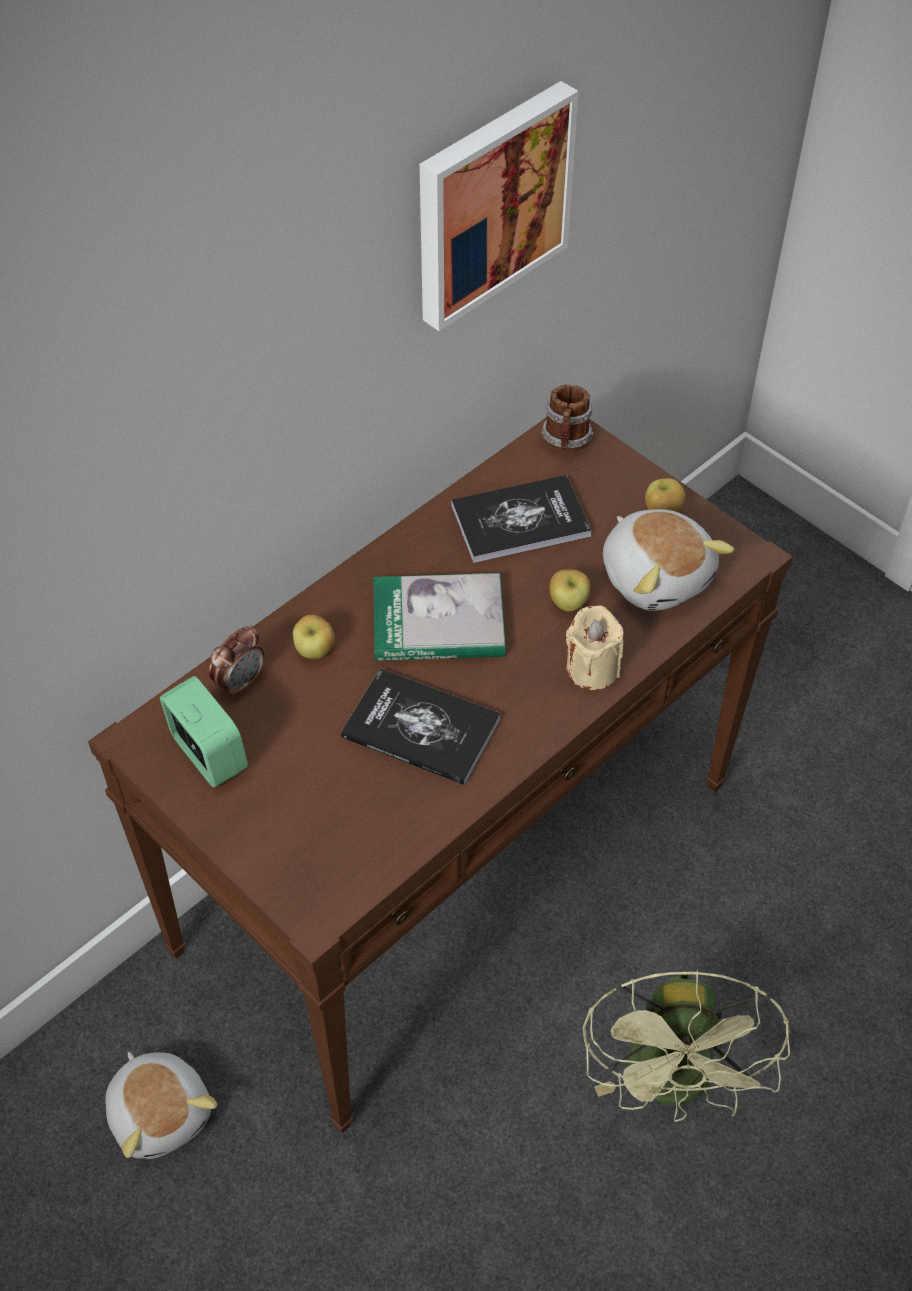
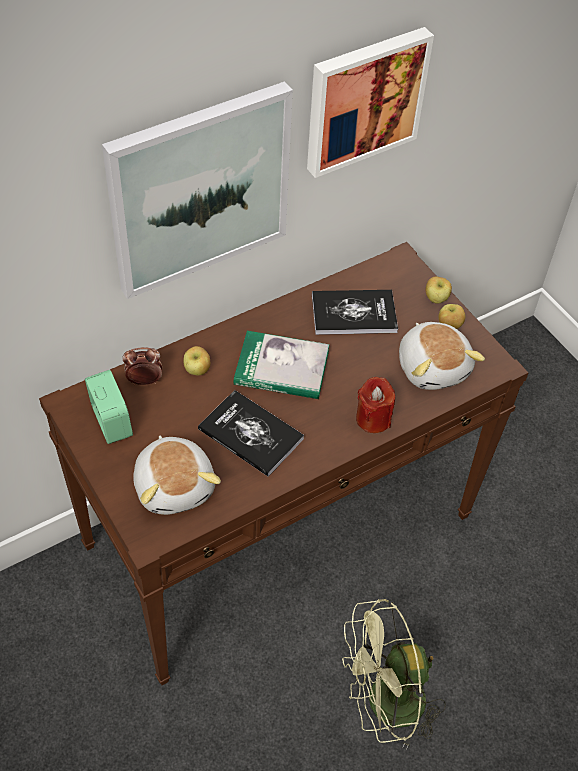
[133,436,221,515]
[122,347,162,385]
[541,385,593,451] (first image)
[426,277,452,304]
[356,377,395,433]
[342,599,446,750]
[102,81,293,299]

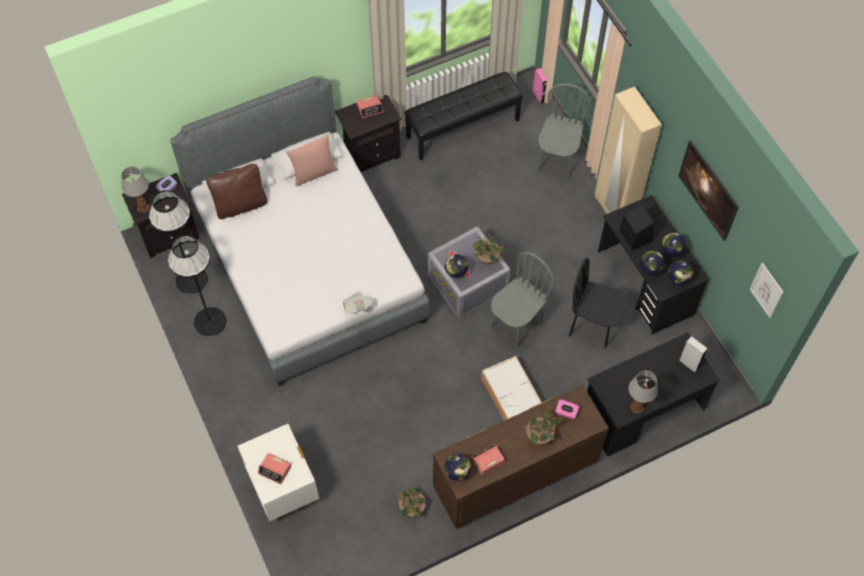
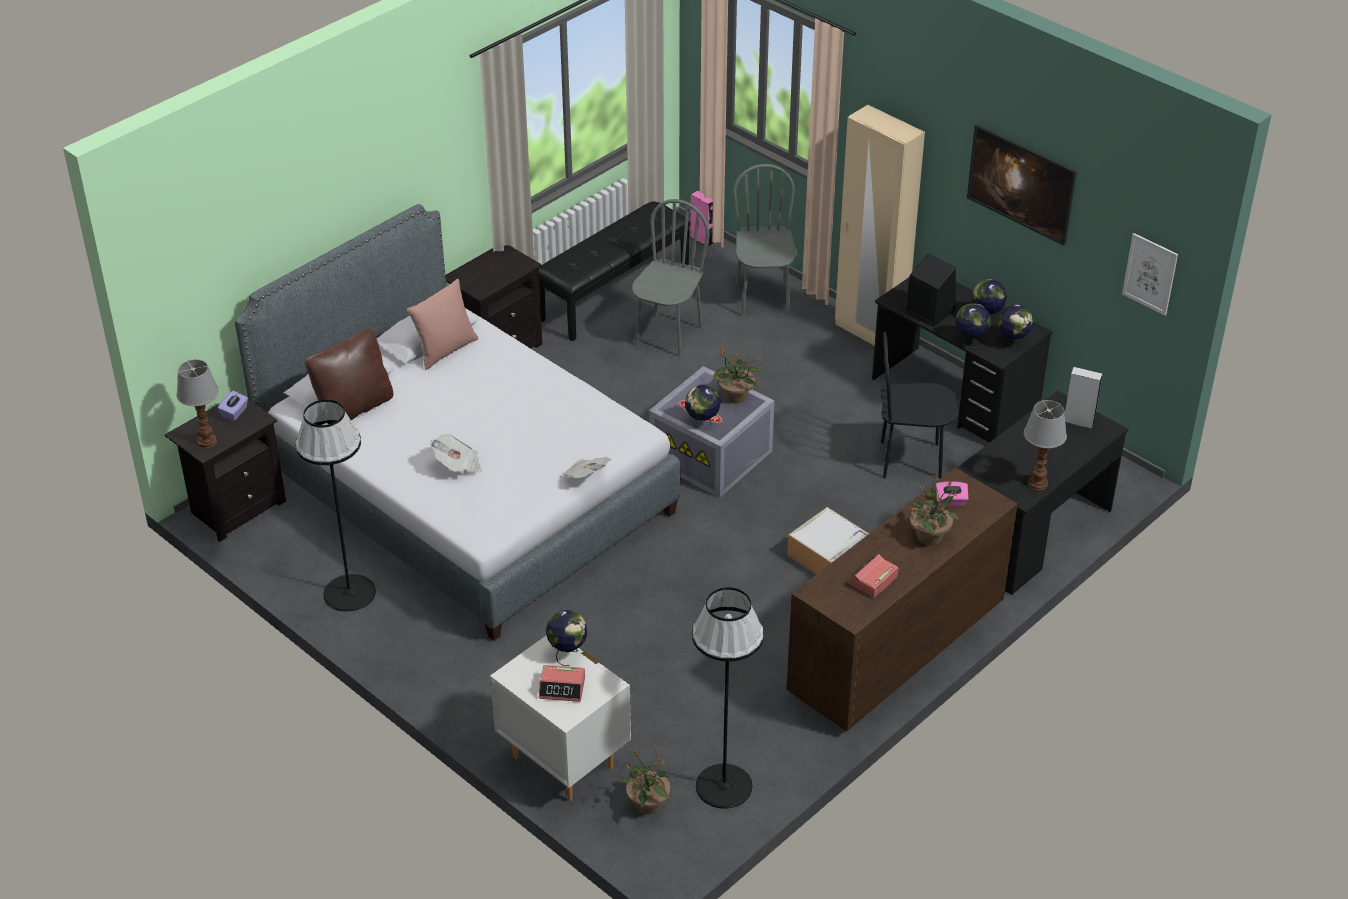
[692,587,764,809]
[356,95,384,119] (first image)
[619,747,670,814]
[546,610,587,666]
[632,199,709,357]
[430,434,482,473]

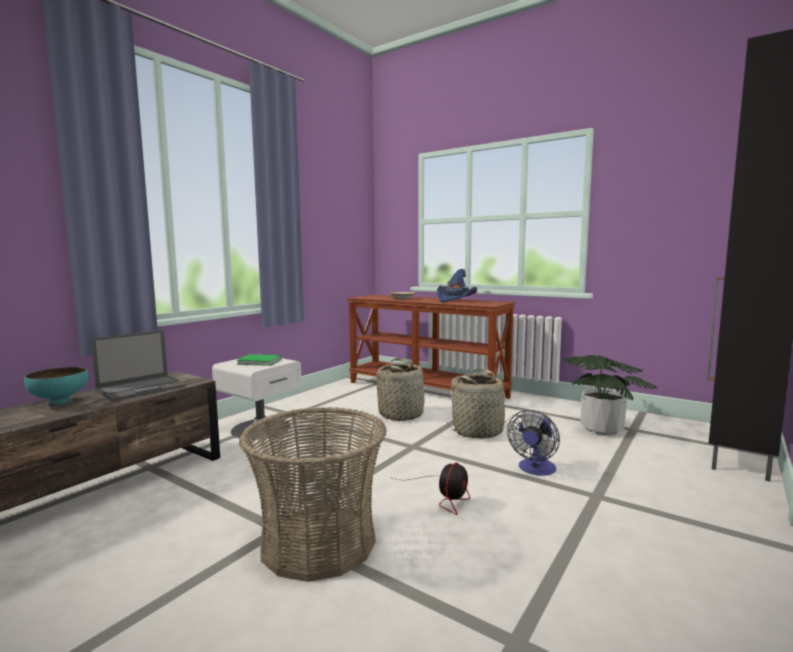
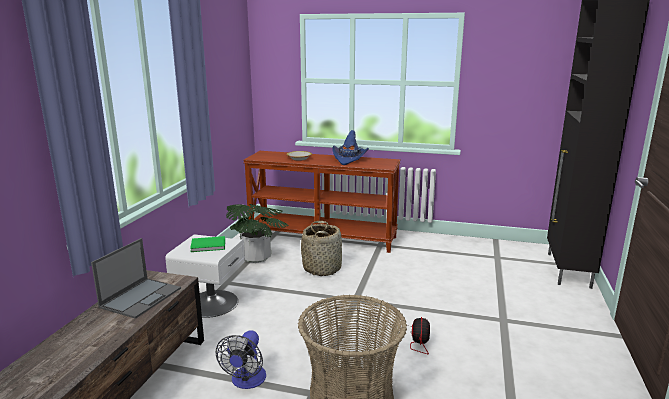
[24,367,89,407] (first image)
[447,368,515,439] (first image)
[216,330,266,389]
[226,204,288,263]

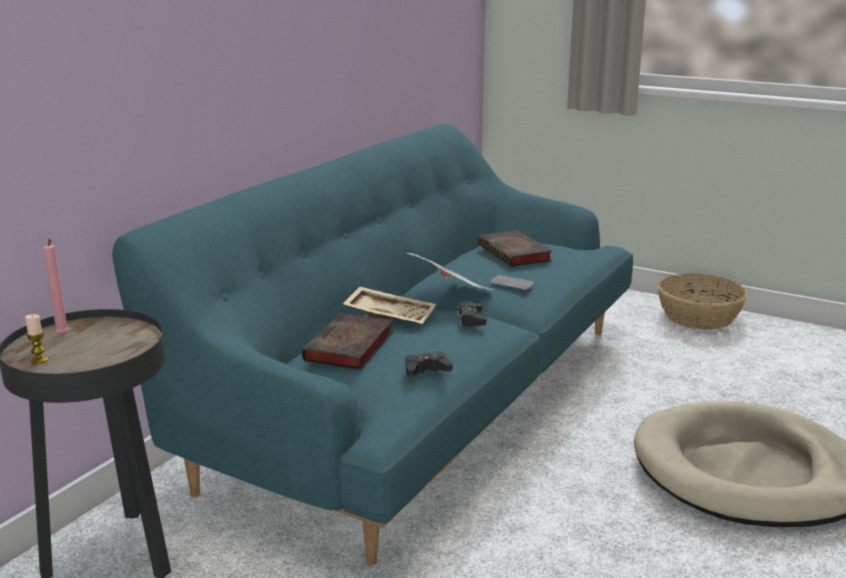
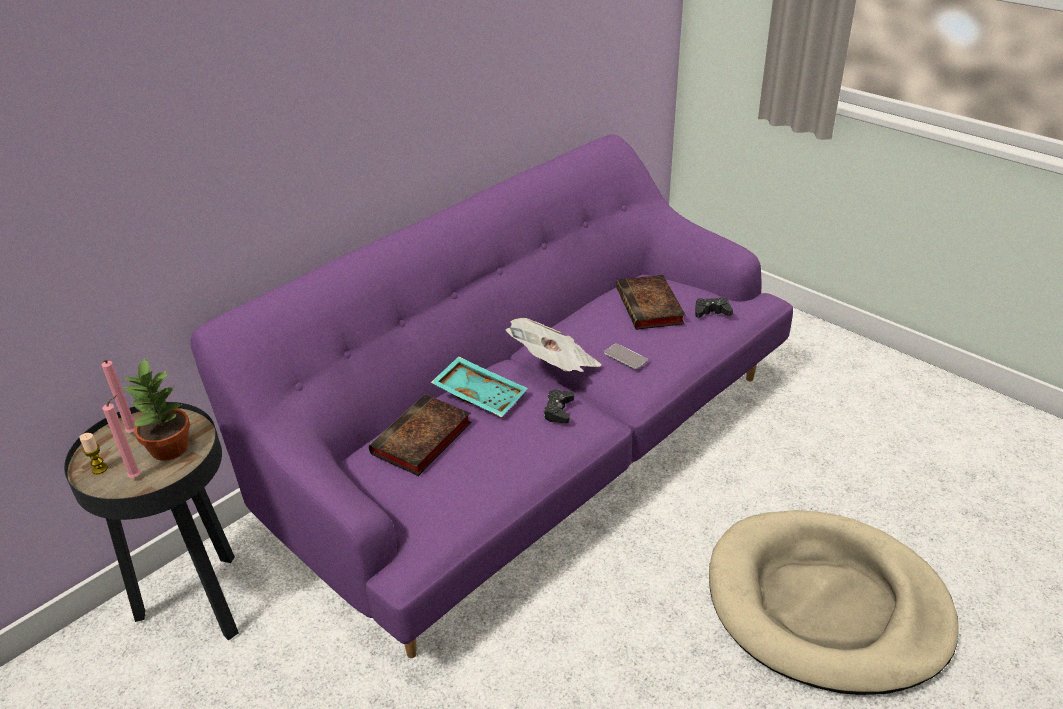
[191,135,793,658]
[431,356,528,417]
[695,297,733,317]
[657,273,748,330] (first image)
[102,395,141,478]
[123,358,190,461]

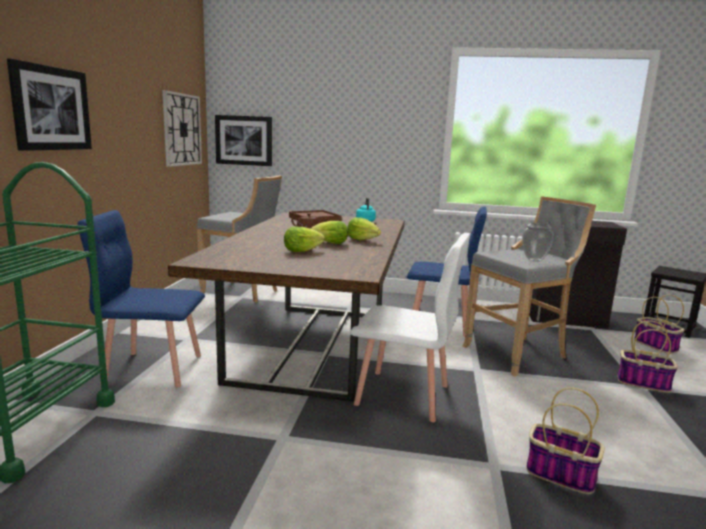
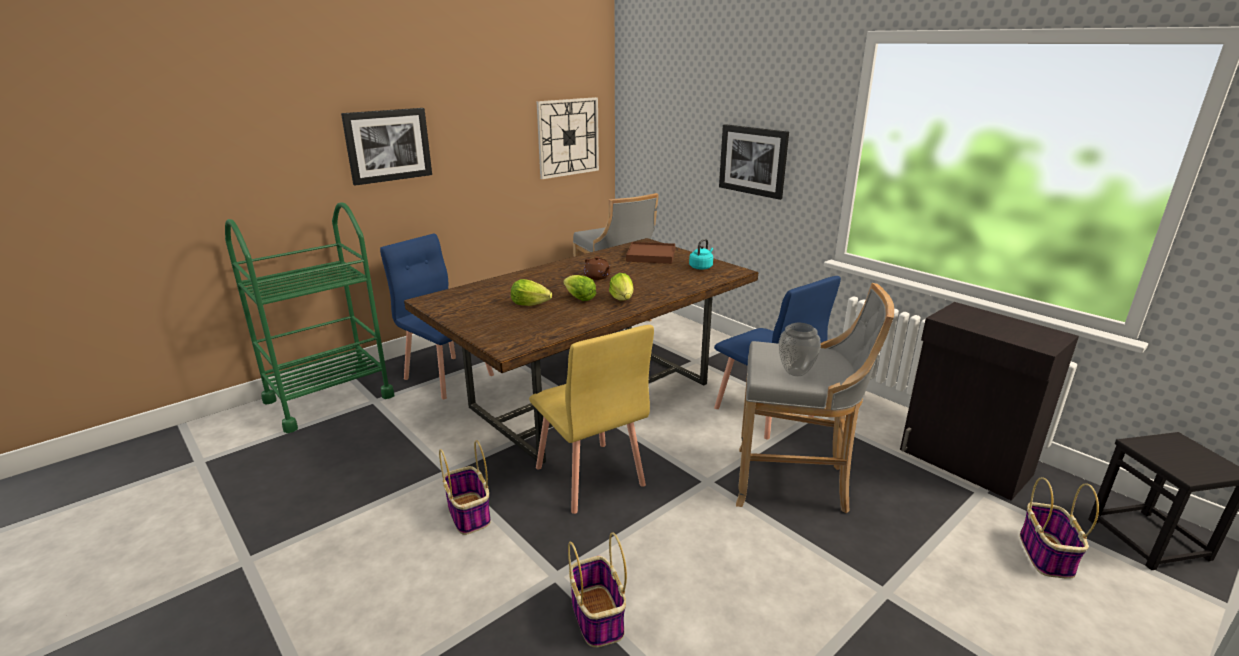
[719,124,789,200]
[529,325,654,514]
[439,440,491,535]

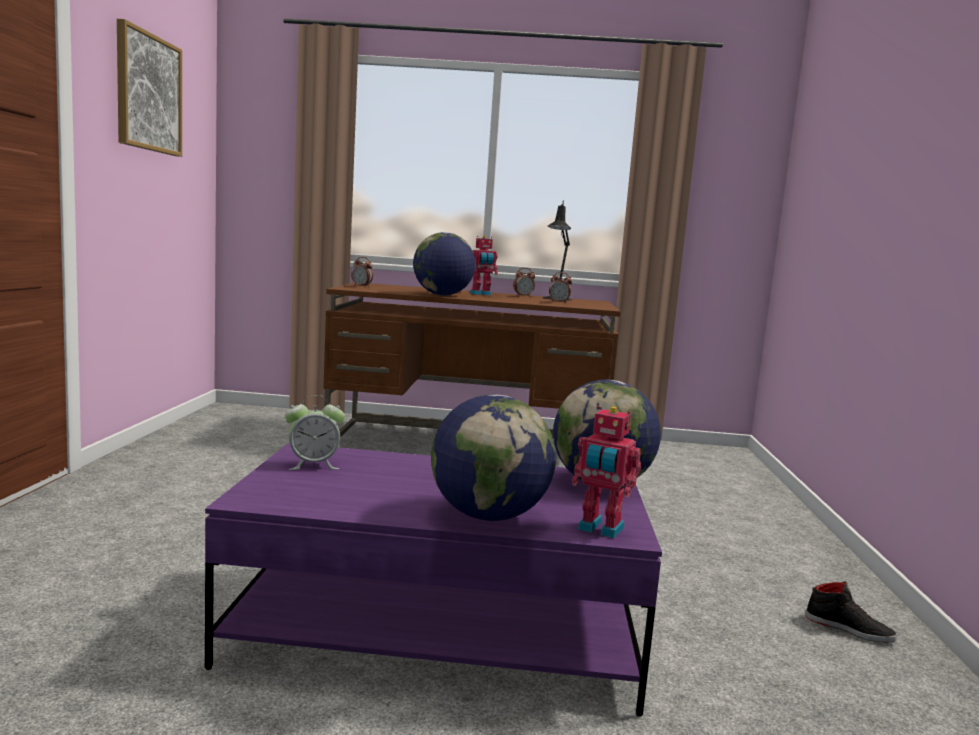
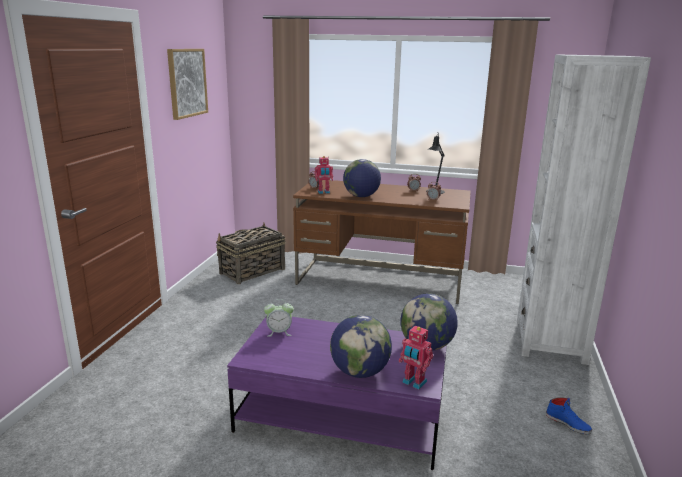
[314,156,333,194]
[546,398,592,434]
[216,223,286,284]
[517,54,651,365]

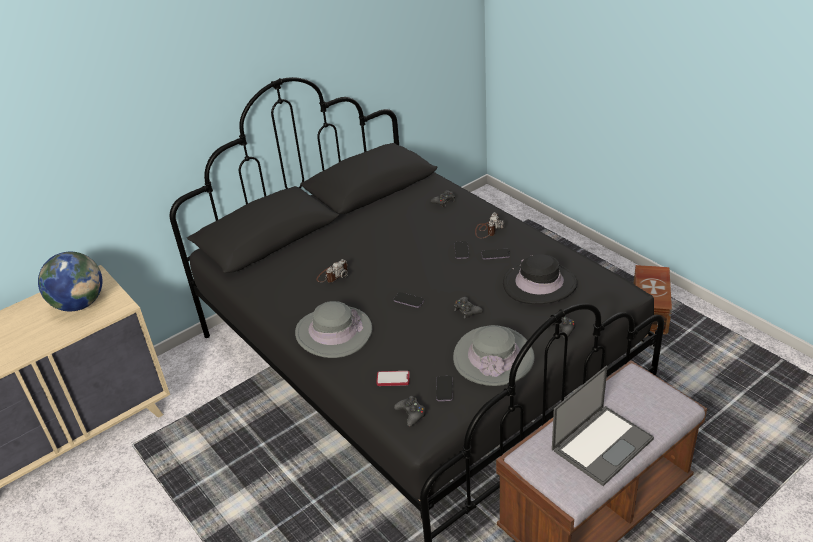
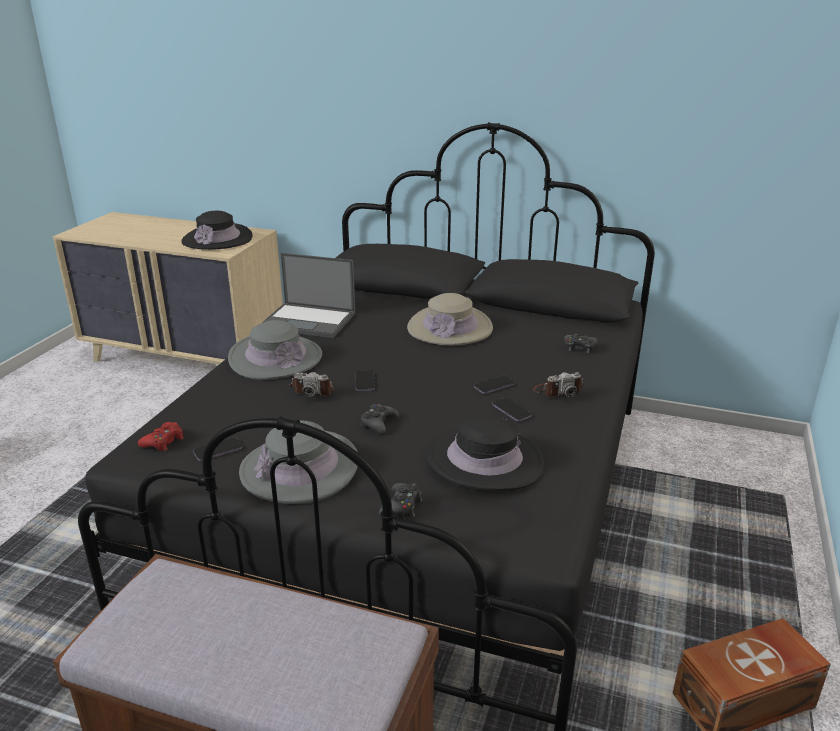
[181,211,253,250]
[290,372,335,397]
[376,371,410,386] (first image)
[138,422,184,451]
[262,253,355,338]
[407,293,493,345]

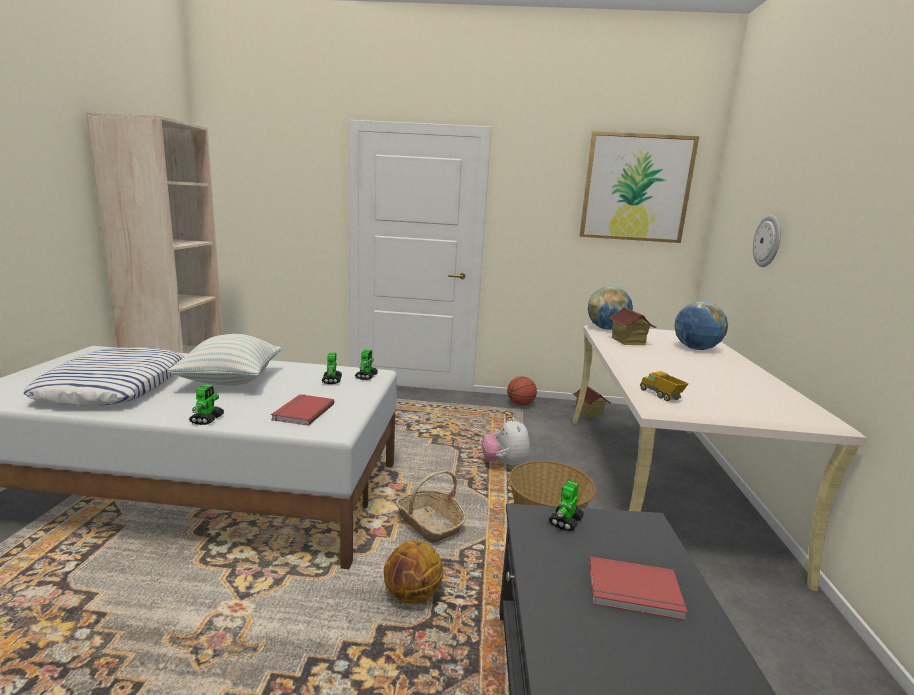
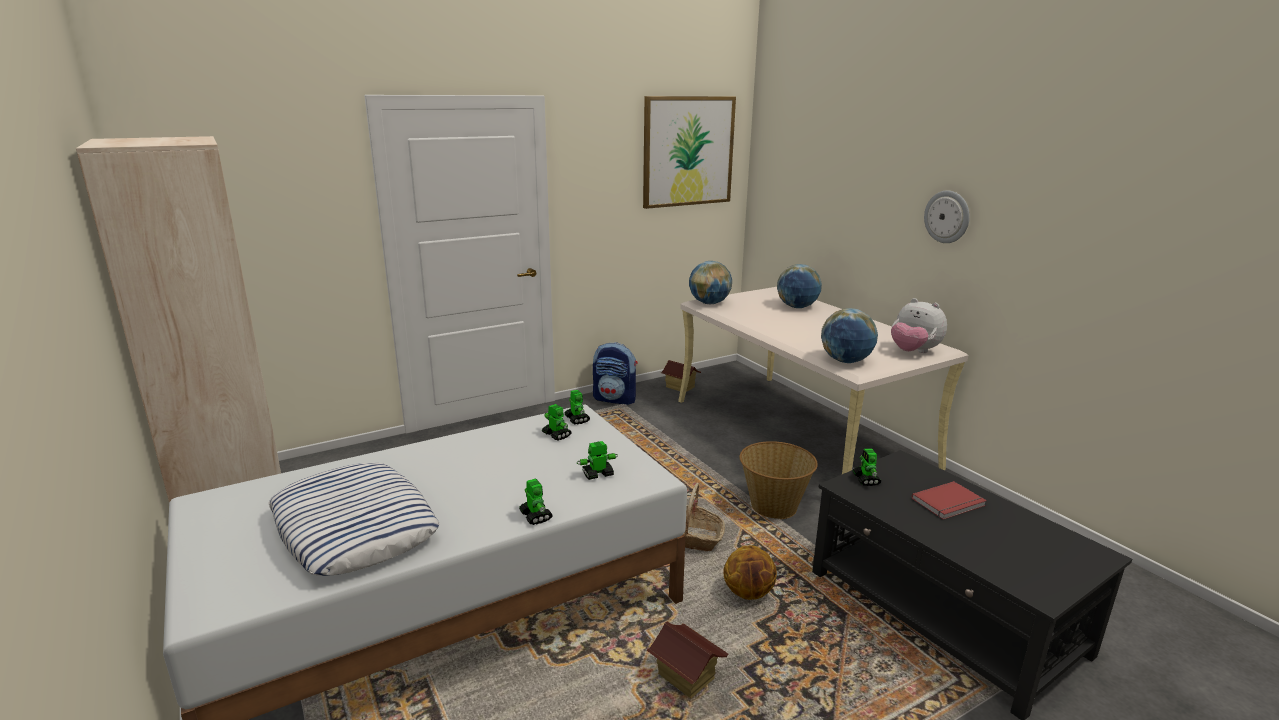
[167,334,281,386] (first image)
[577,441,618,480]
[891,298,947,353]
[593,342,638,405]
[647,622,728,698]
[821,308,878,363]
[924,190,970,243]

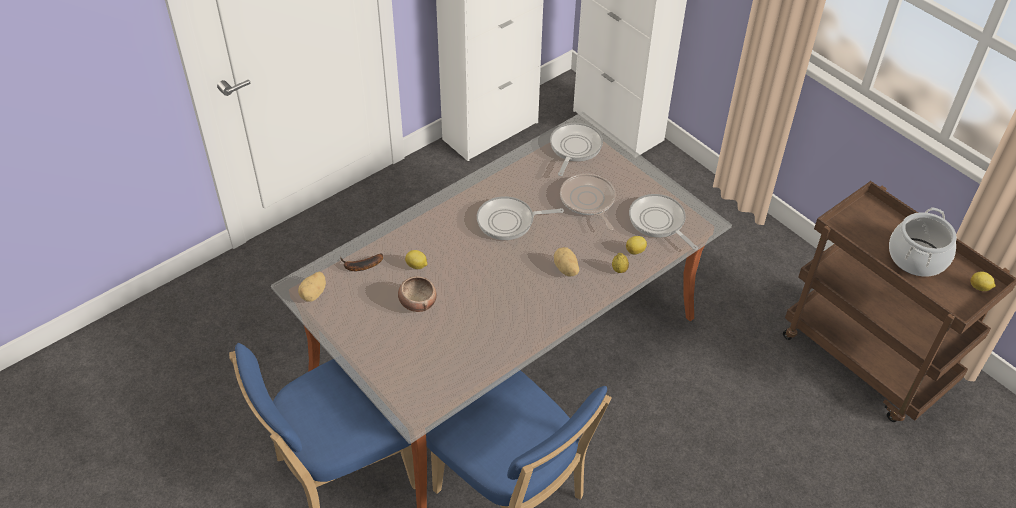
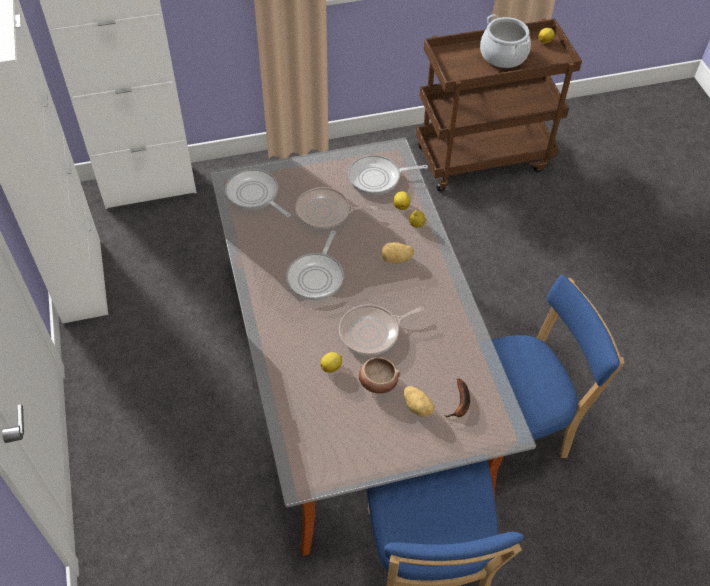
[404,386,435,417]
[444,378,470,417]
[339,305,424,356]

